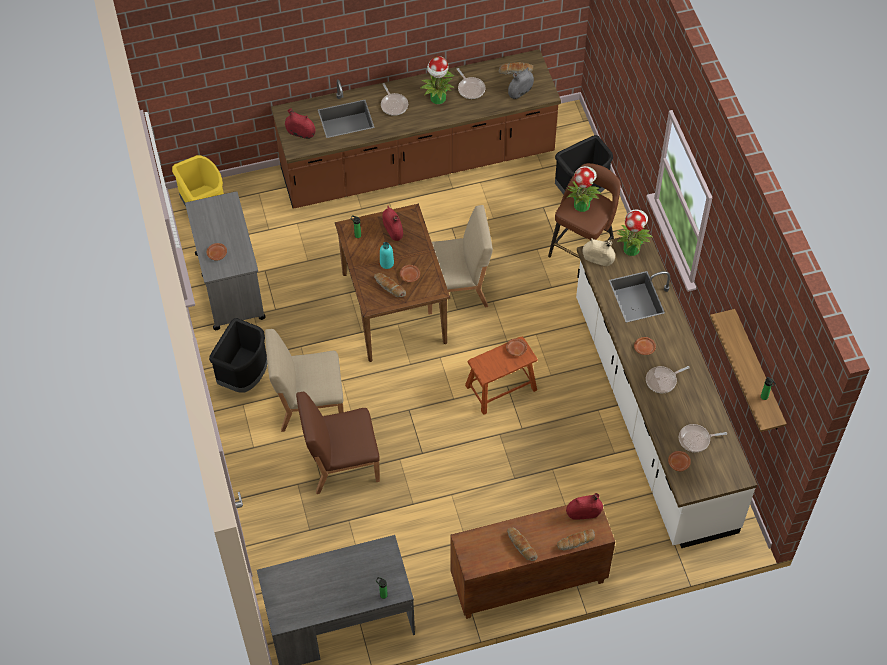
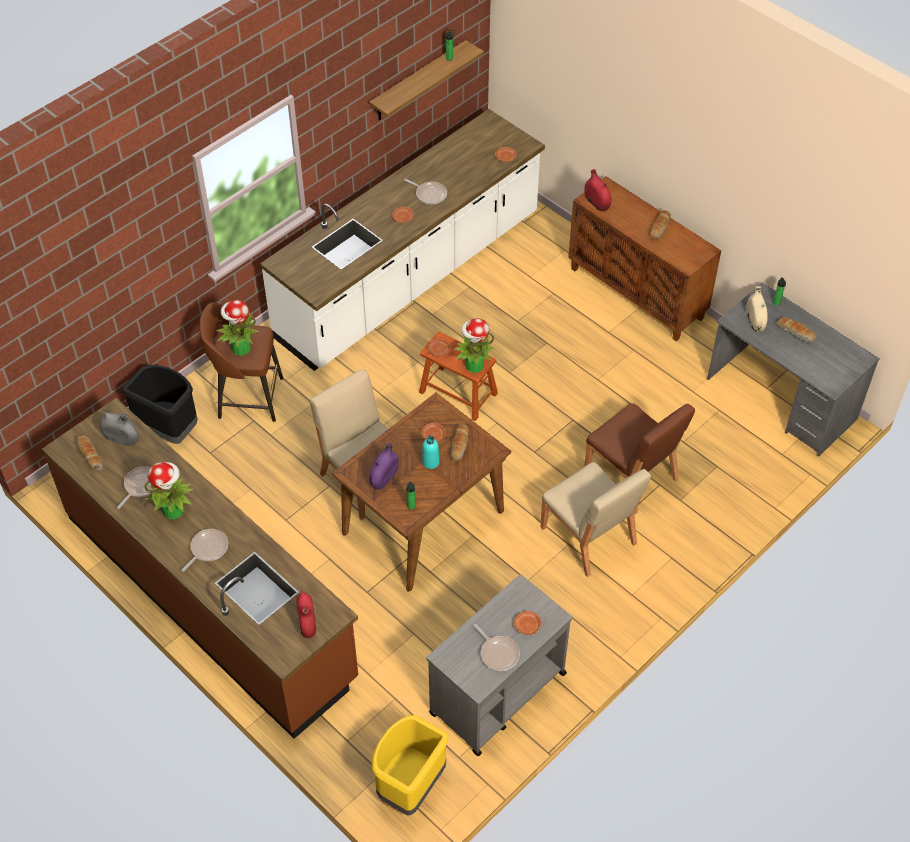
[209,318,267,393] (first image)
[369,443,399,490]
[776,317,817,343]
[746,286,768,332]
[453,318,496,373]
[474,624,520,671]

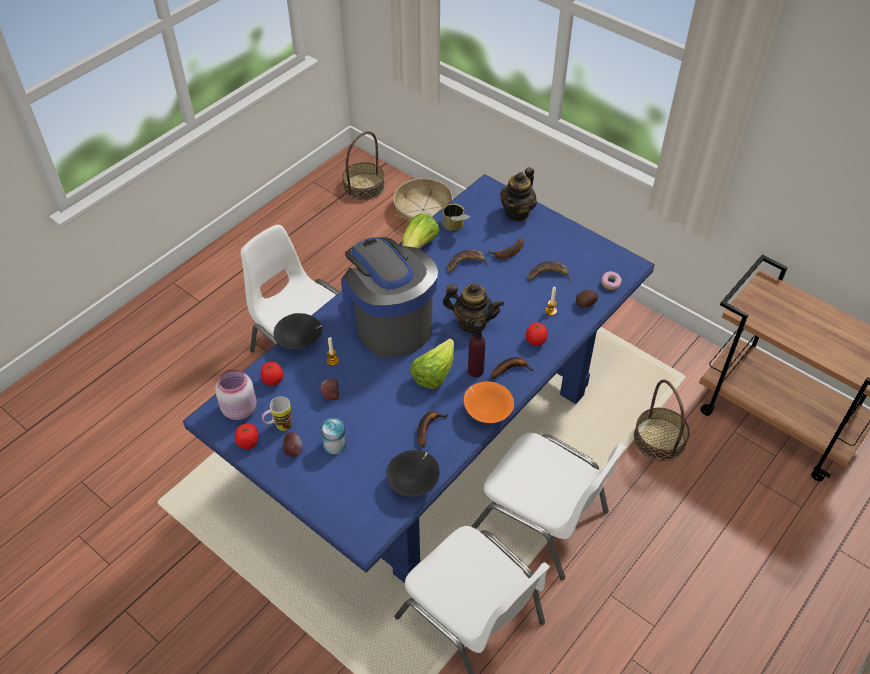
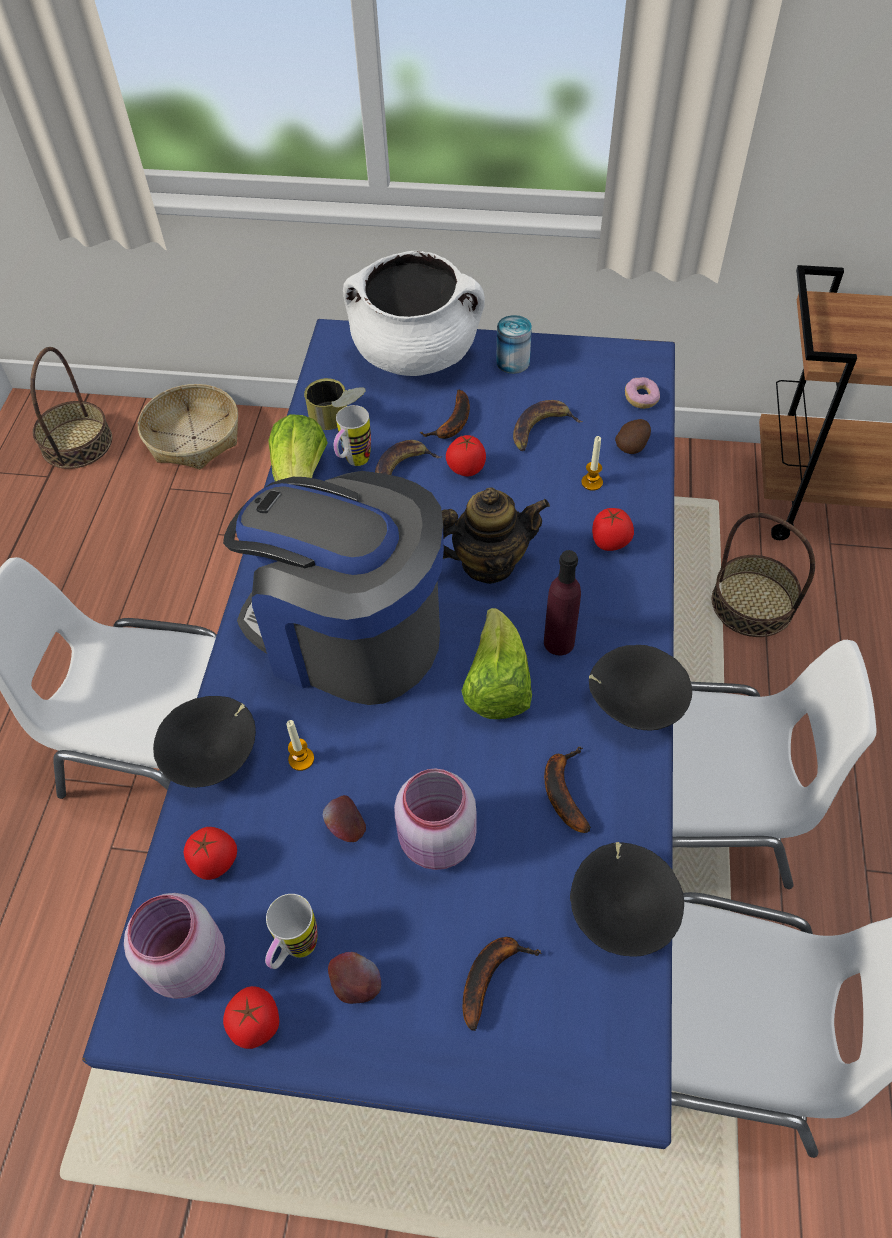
[496,315,532,374]
[589,645,692,731]
[463,937,542,1031]
[343,251,485,376]
[334,405,371,466]
[394,769,476,870]
[446,435,486,476]

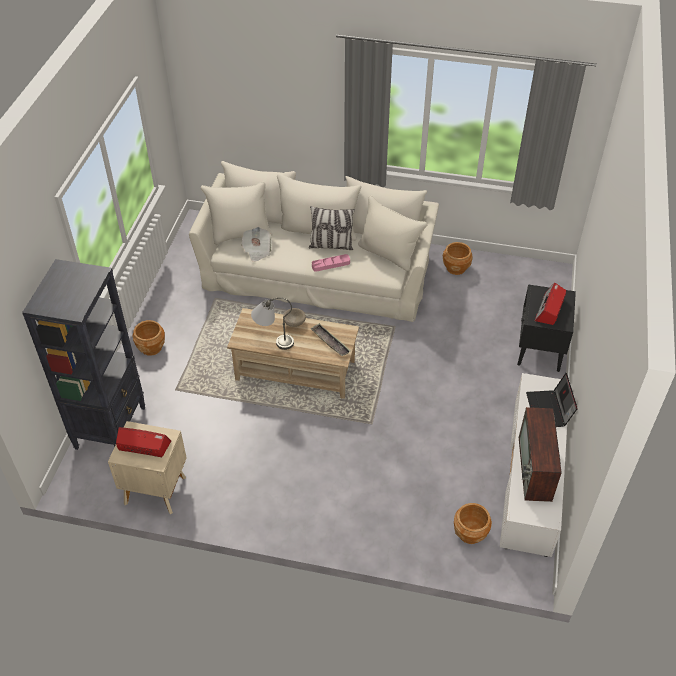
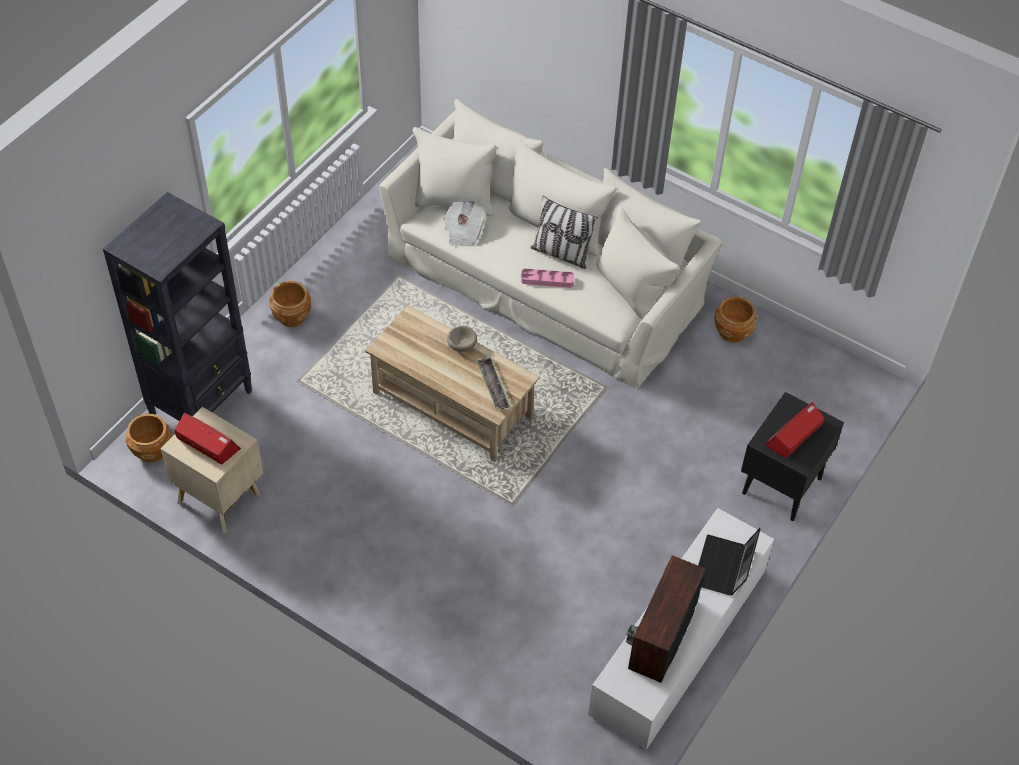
[251,297,294,350] (first image)
[125,414,172,462]

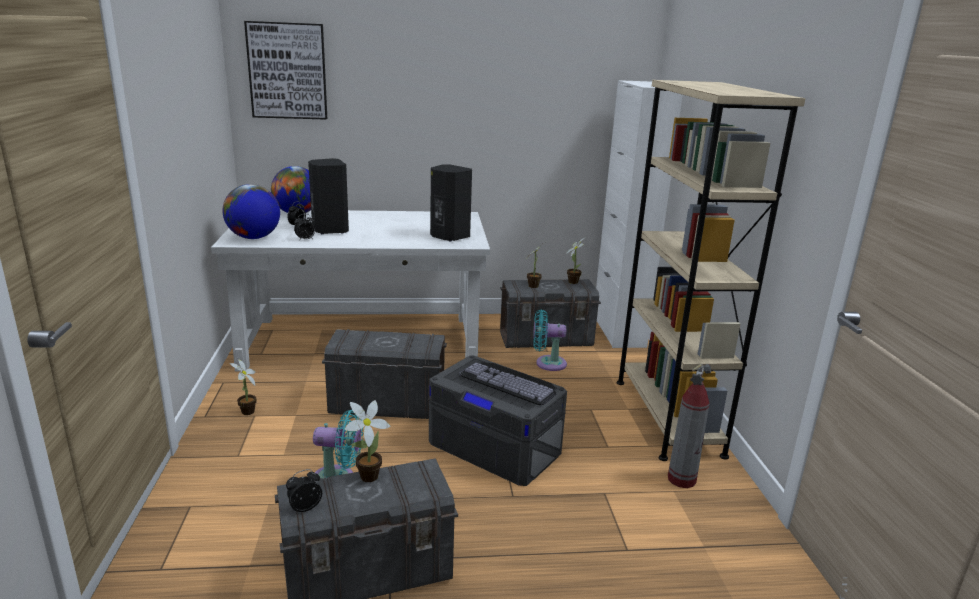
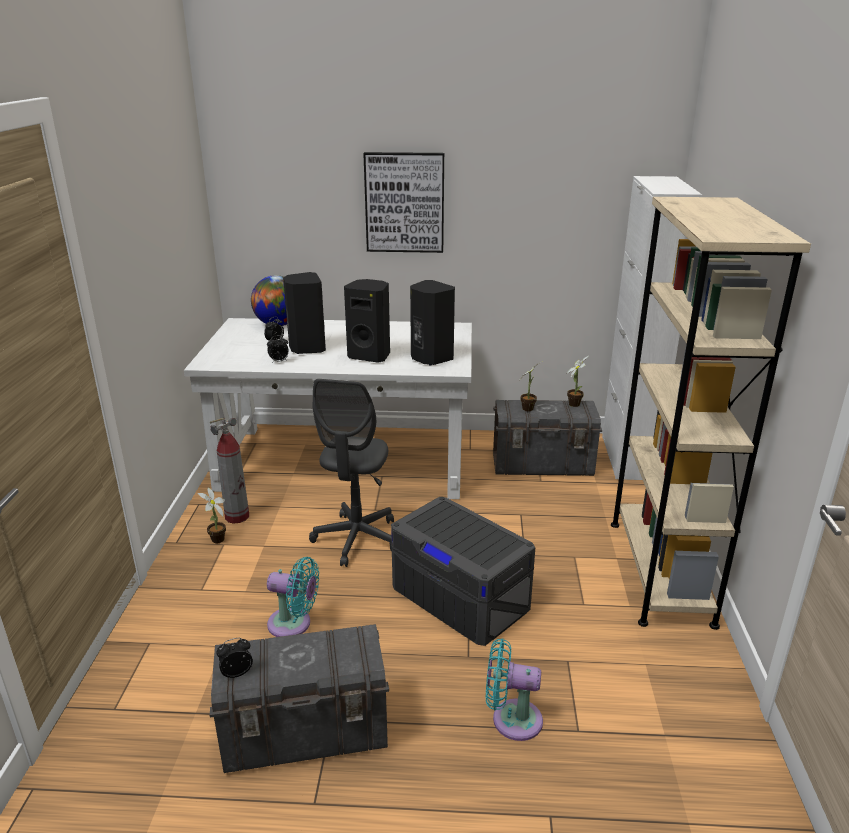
[222,184,280,239] (first image)
[363,152,444,253]
[309,379,394,567]
[344,400,390,482] (first image)
[459,362,557,405] (first image)
[486,638,543,741]
[210,418,249,524]
[344,279,390,363]

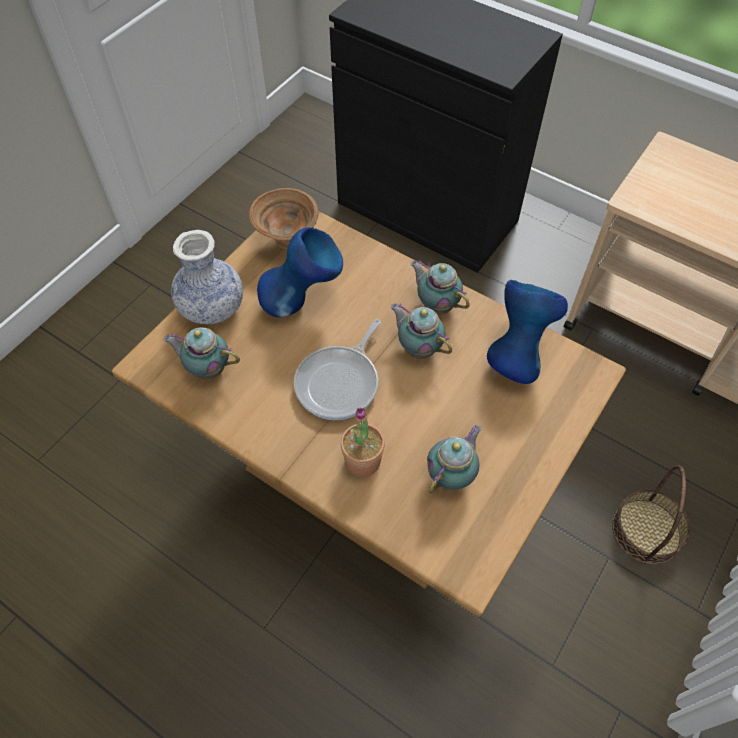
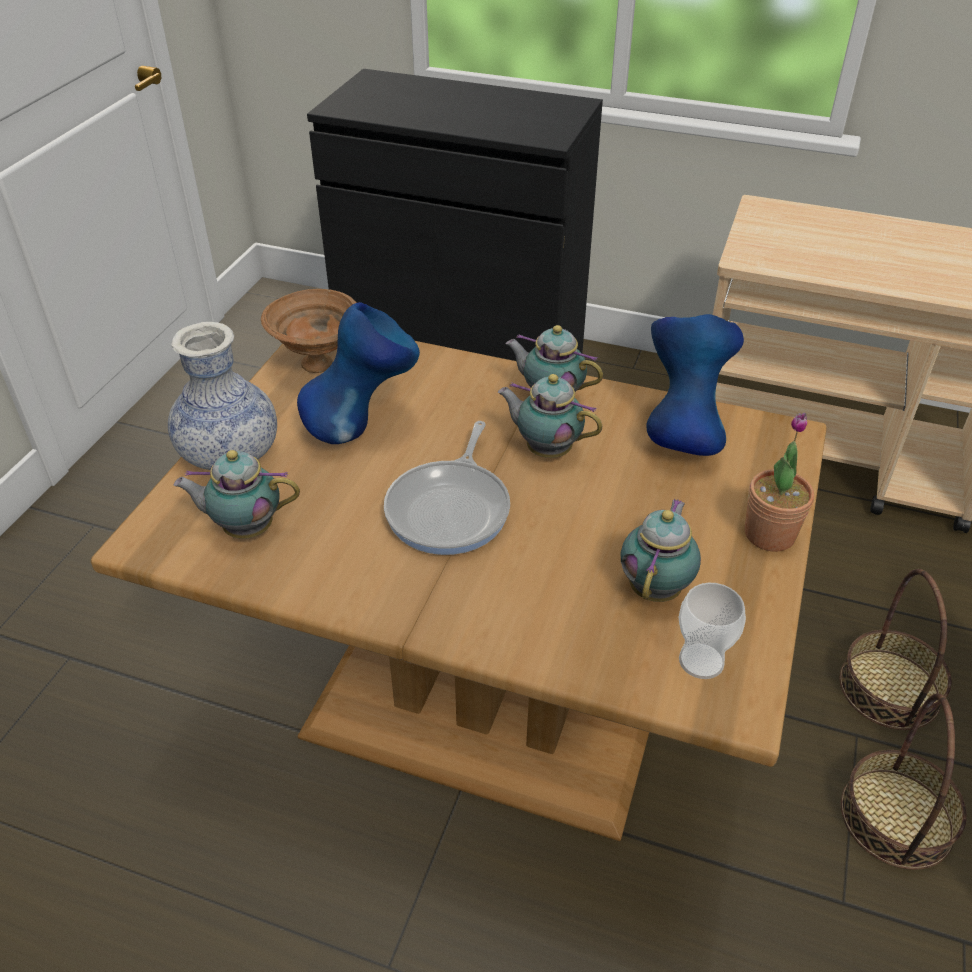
[745,413,814,552]
[679,583,746,679]
[841,693,967,870]

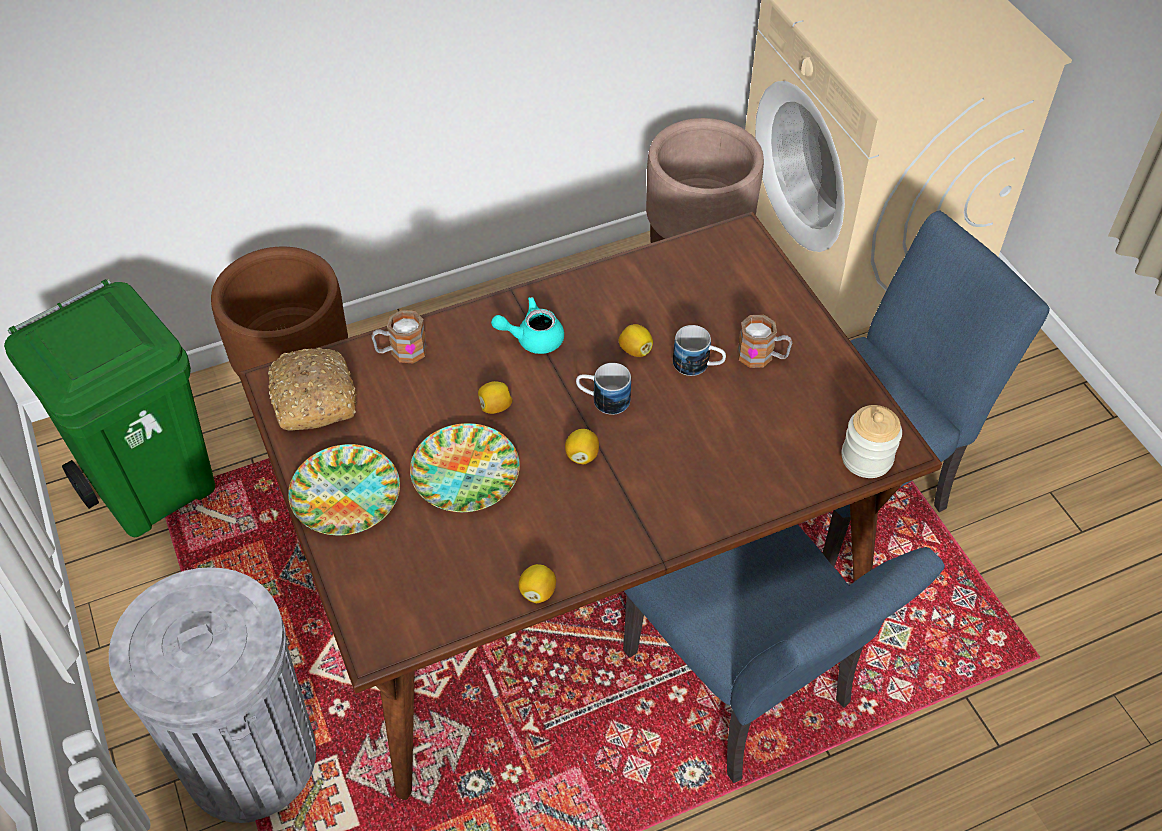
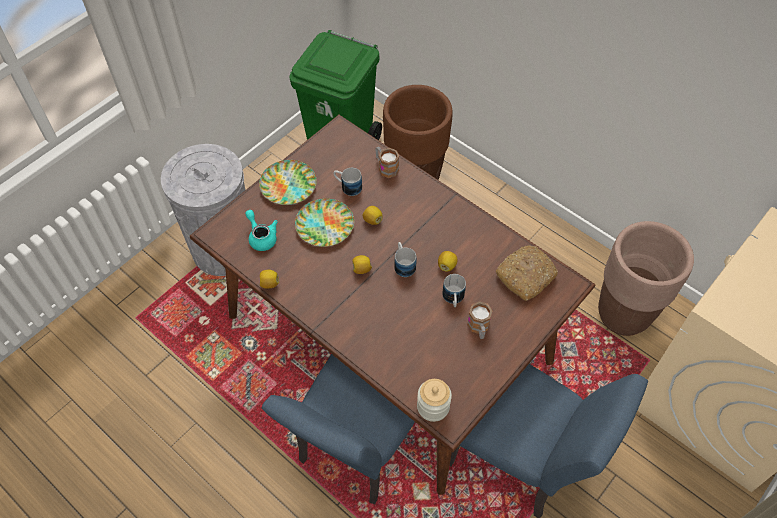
[496,245,558,301]
[245,210,278,251]
[333,168,362,196]

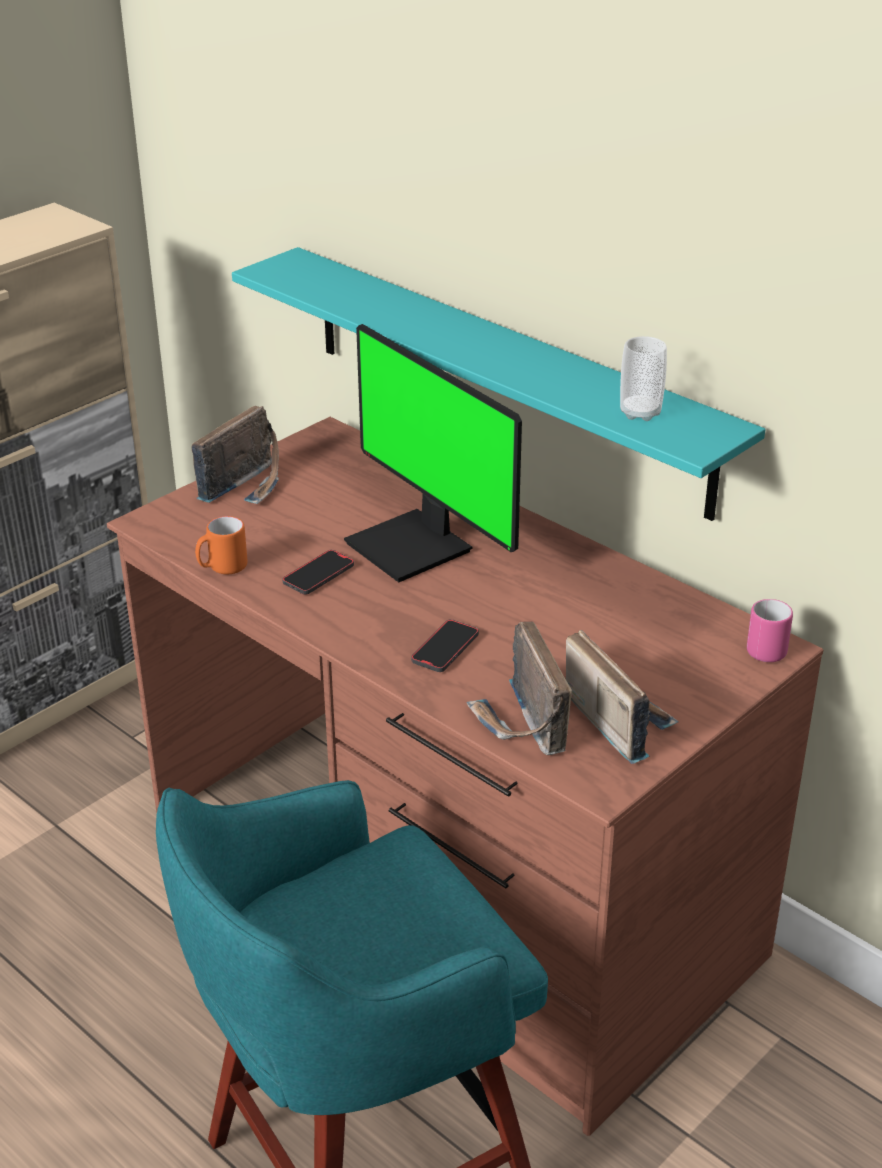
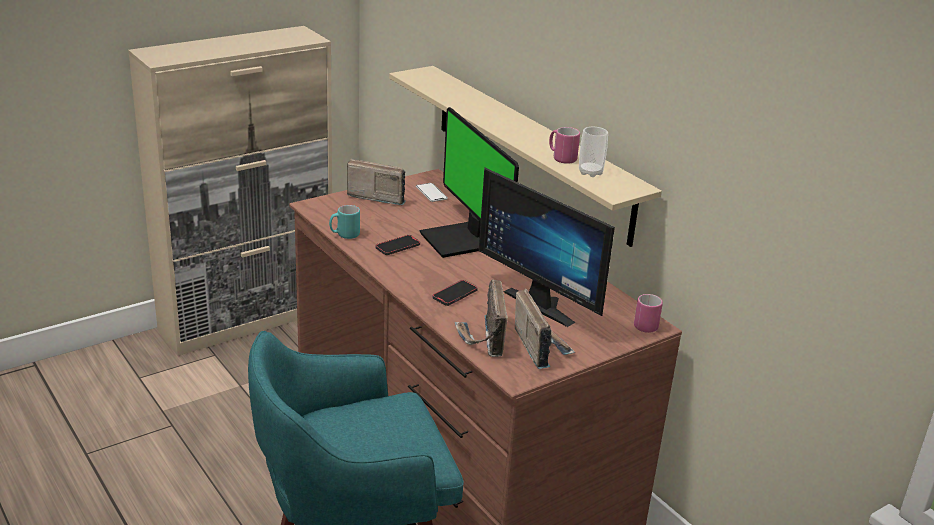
[347,159,406,205]
[329,205,360,239]
[389,66,662,247]
[416,183,448,202]
[479,168,615,327]
[549,127,580,164]

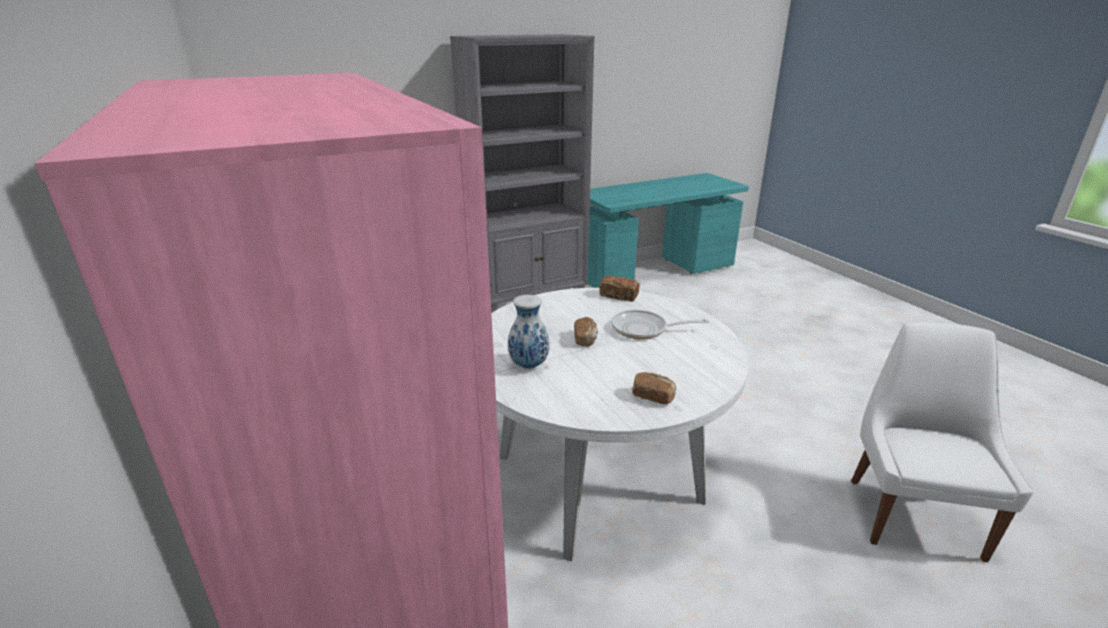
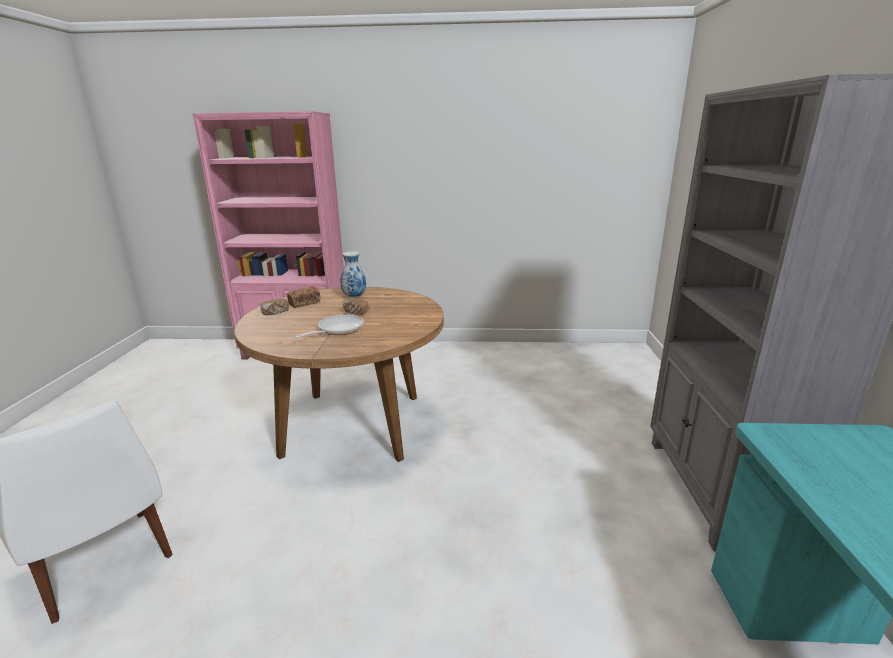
[235,287,444,462]
[287,286,320,308]

